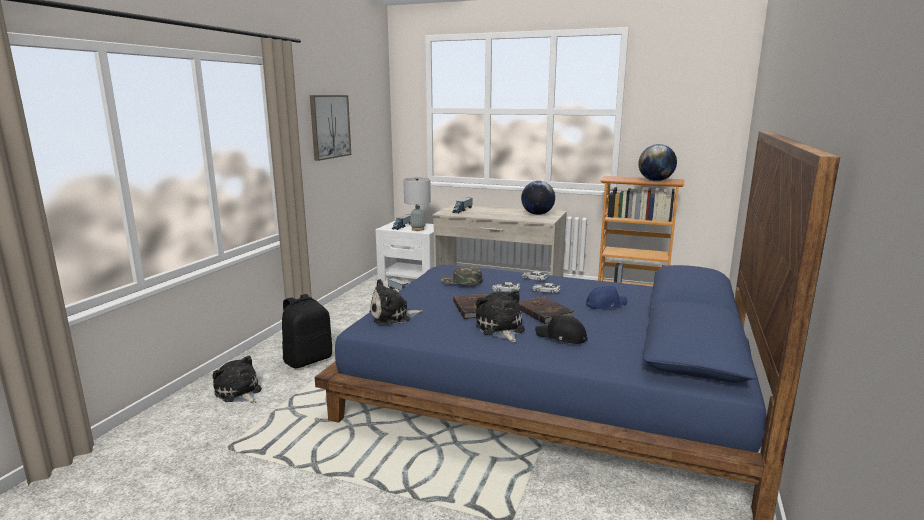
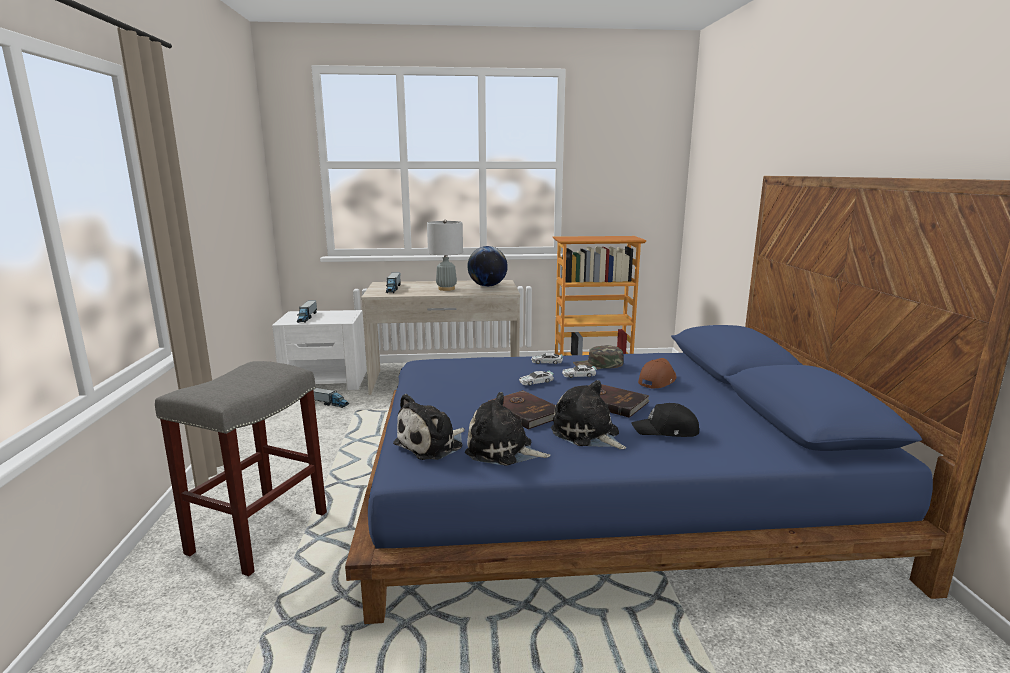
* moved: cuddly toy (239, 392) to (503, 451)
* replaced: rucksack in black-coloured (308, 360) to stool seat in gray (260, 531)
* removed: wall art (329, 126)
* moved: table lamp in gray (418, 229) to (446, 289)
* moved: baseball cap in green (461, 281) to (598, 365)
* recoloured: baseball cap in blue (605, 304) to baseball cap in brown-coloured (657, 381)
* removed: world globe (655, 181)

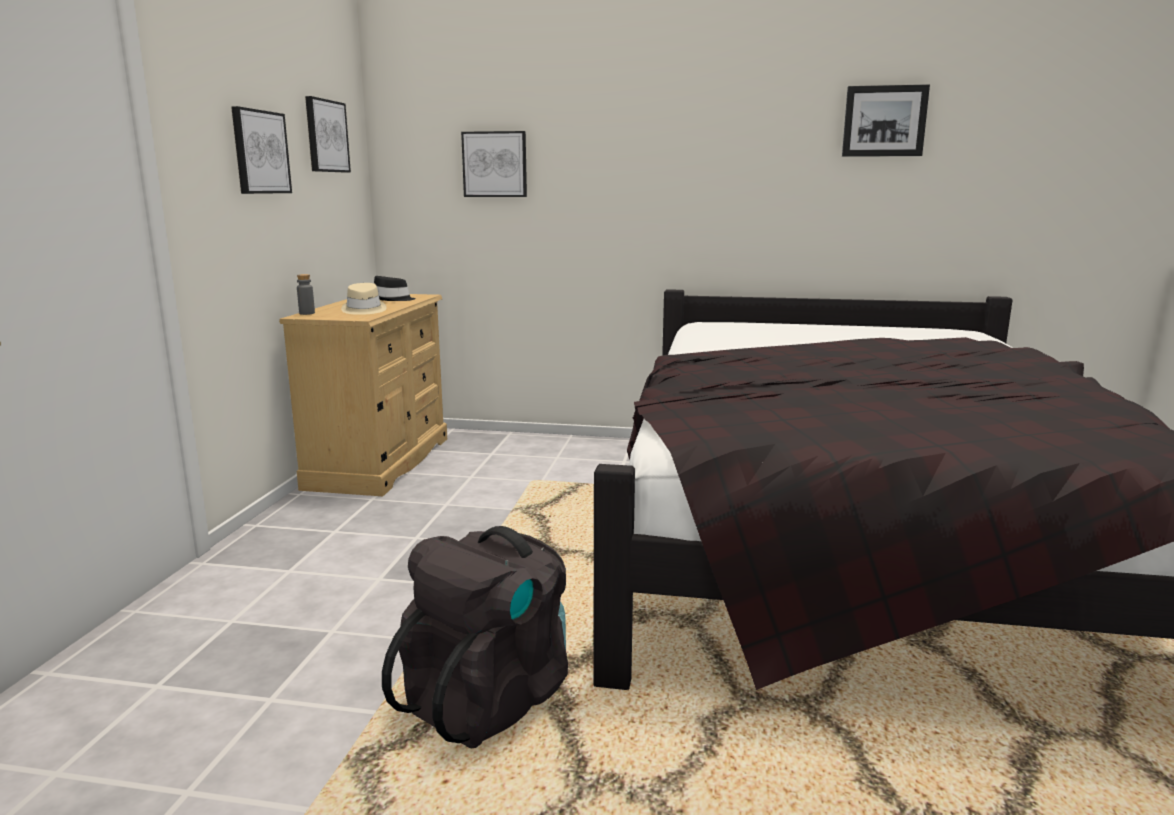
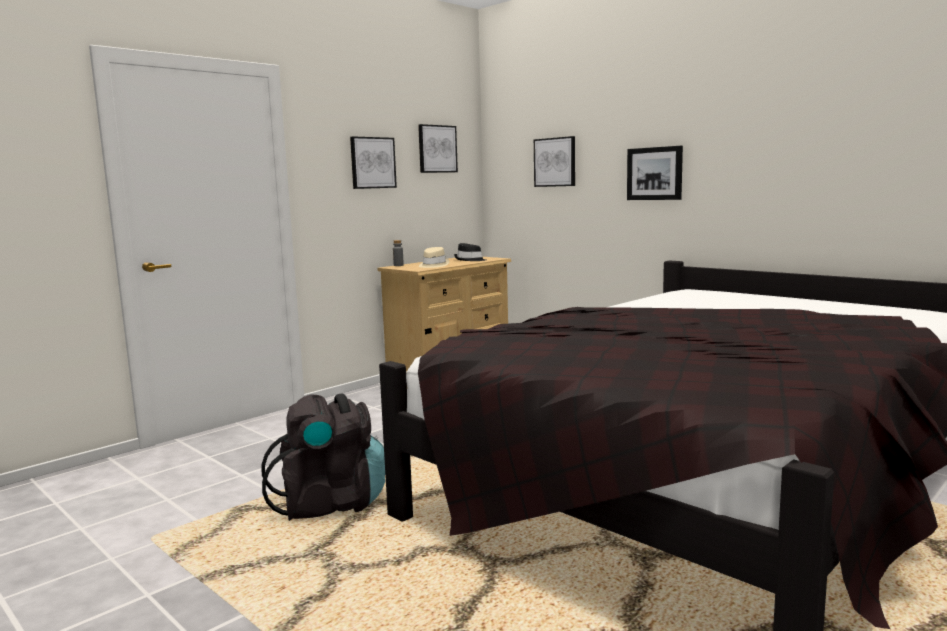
* moved: wall art (884, 121) to (655, 173)

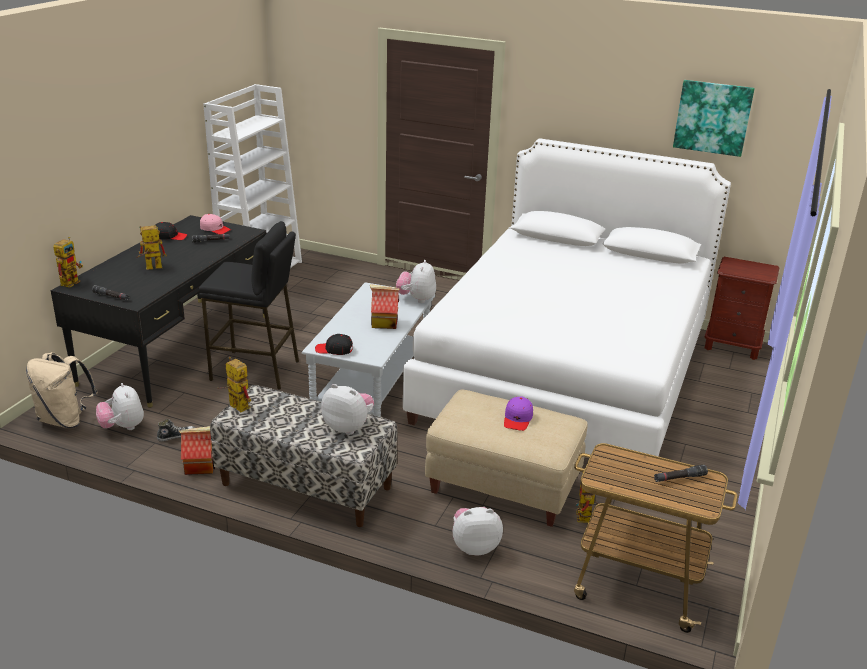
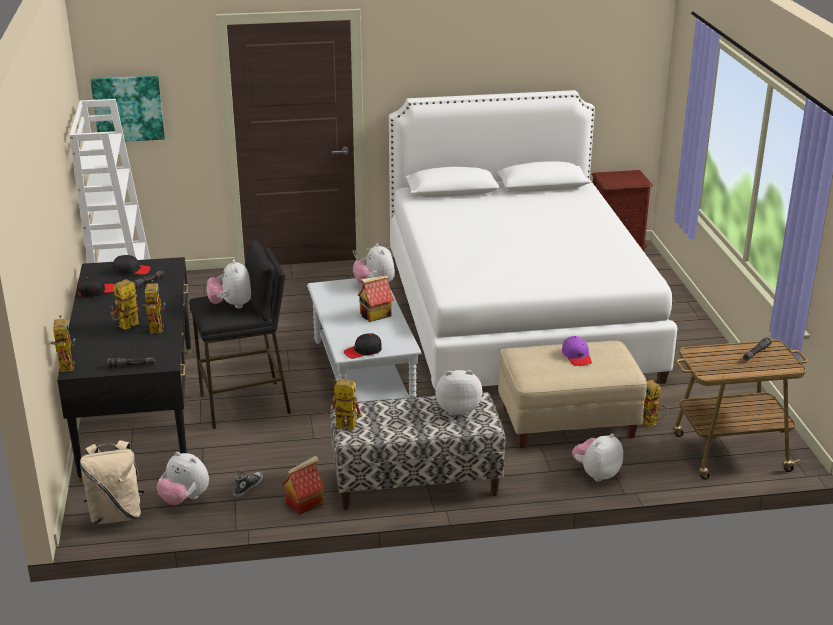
* recoloured: baseball cap in pink (215, 229) to baseball cap in black-coloured (131, 270)
* moved: wall art (713, 117) to (128, 108)
* added: model robot (155, 327)
* added: cuddly toy (231, 305)

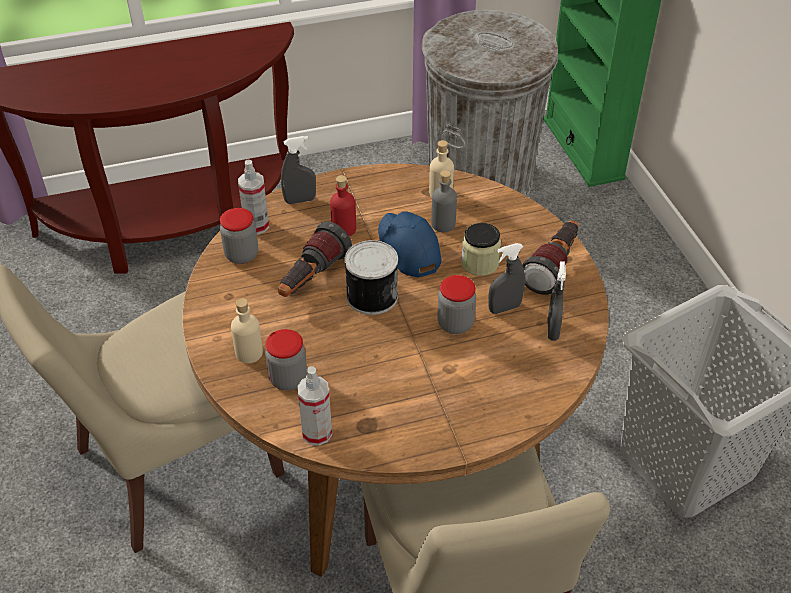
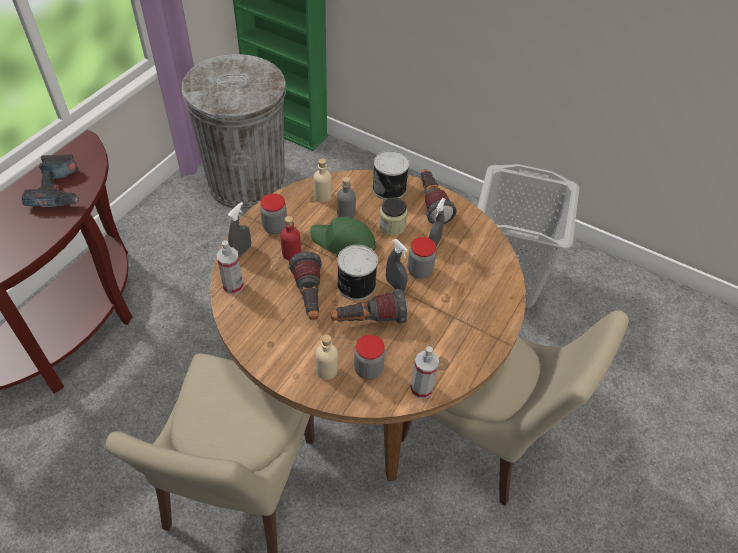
* moved: preserve jar (242, 255) to (275, 227)
* recoloured: baseball cap in blue (407, 249) to baseball cap in green (343, 243)
* moved: sprayer in gray (552, 330) to (395, 285)
* added: electric drill (59, 190)
* added: hand torch (368, 320)
* added: sealed can (390, 188)

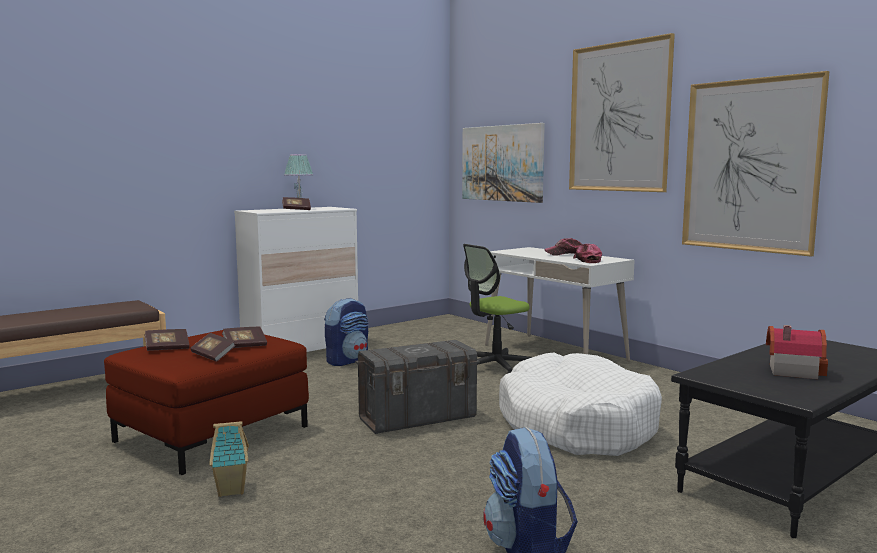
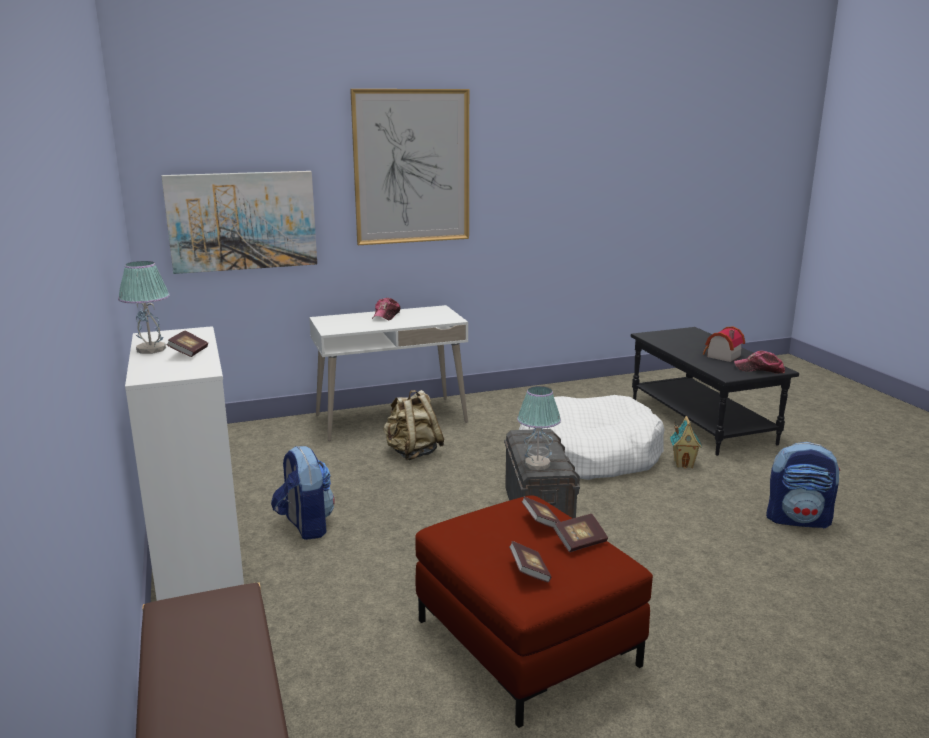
* moved: toy house (232, 490) to (683, 464)
* replaced: desk chair (495, 367) to rucksack in beige (412, 453)
* moved: baseball cap (586, 260) to (759, 369)
* removed: wall art (750, 165)
* added: table lamp (537, 464)

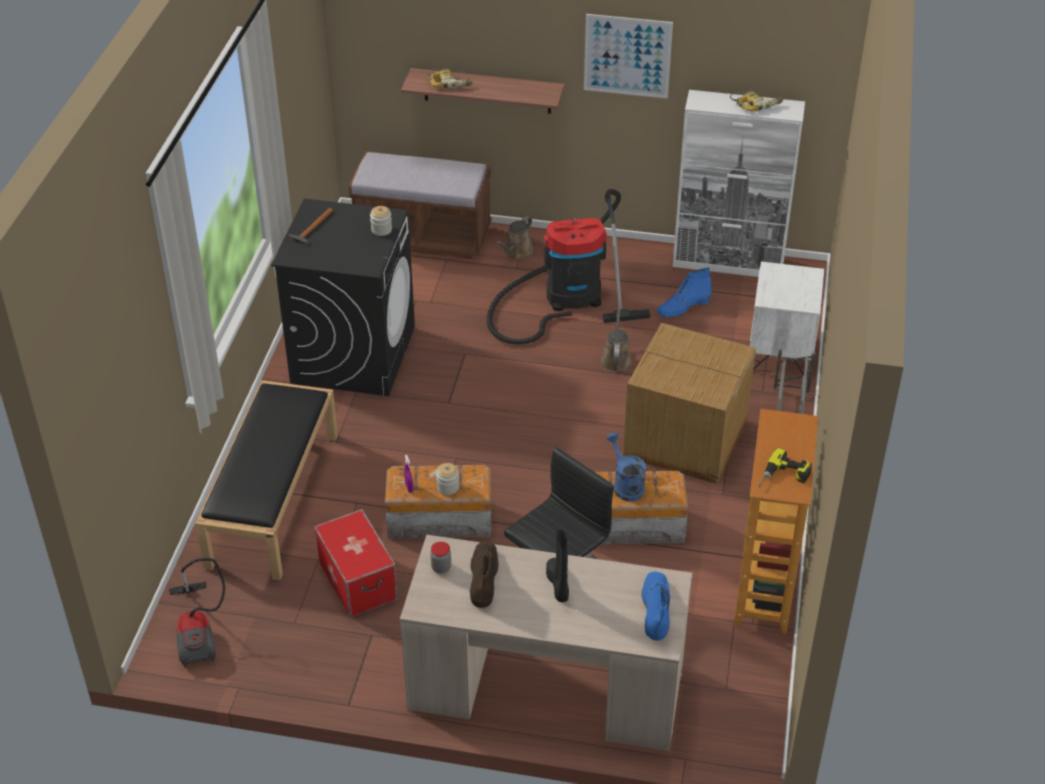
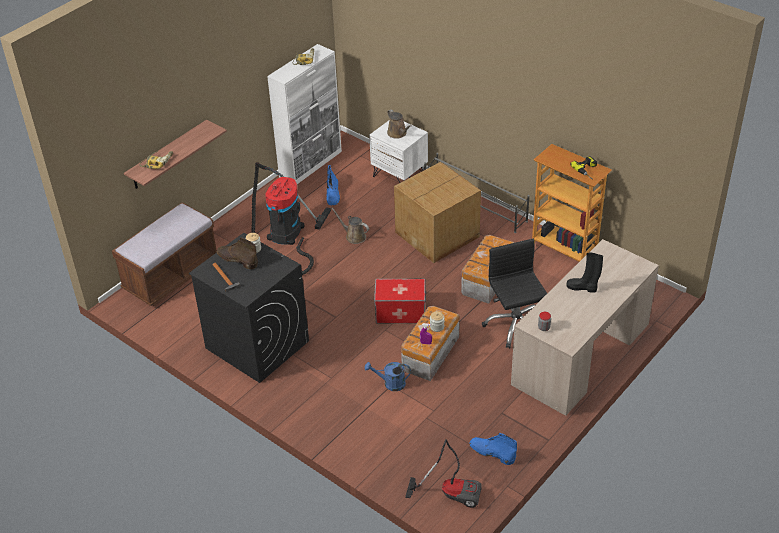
* removed: long seat in black-coloured (273, 498)
* moved: storage container (357, 580) to (400, 312)
* moved: tall boot in brown-coloured (483, 577) to (237, 259)
* moved: watering can in brown-coloured (517, 252) to (398, 133)
* removed: wall art (627, 56)
* moved: watering can in blue (625, 485) to (390, 383)
* moved: tall boot in blue (656, 608) to (491, 453)

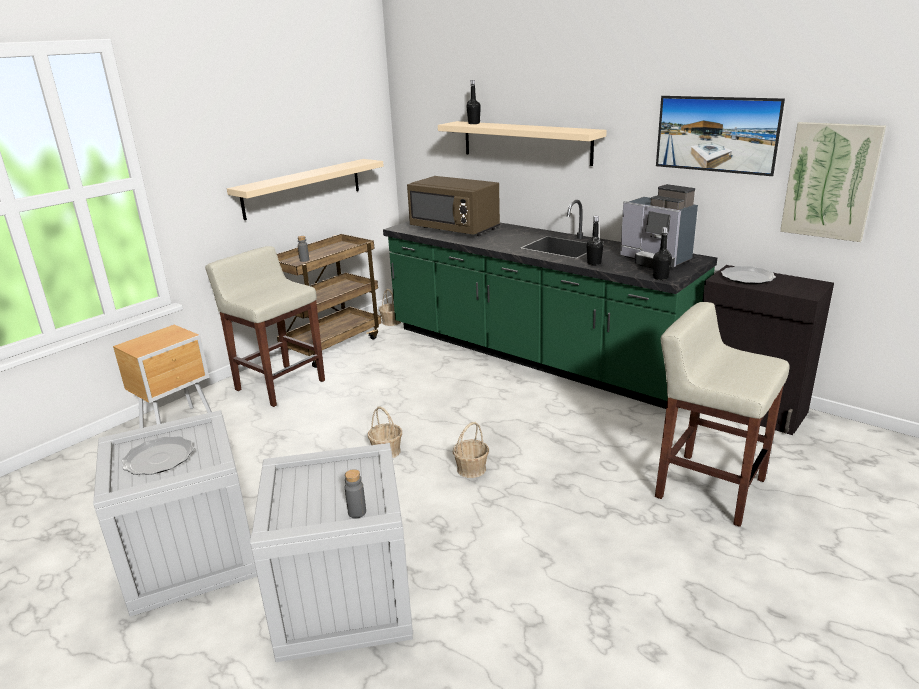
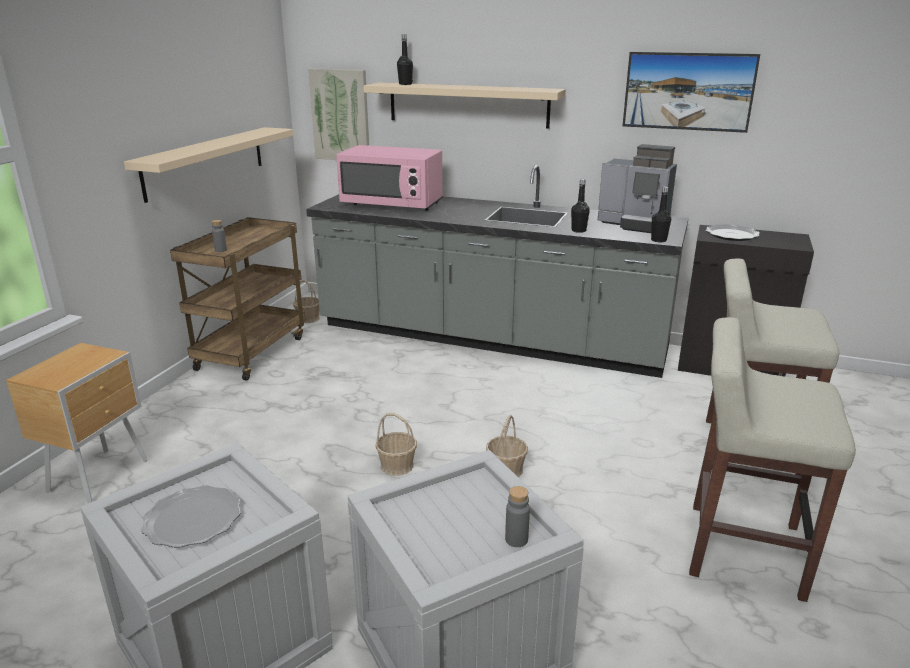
* moved: stool seat in beige (279, 385) to (742, 549)
* recoloured: kitchen base unit in green (533, 355) to kitchen base unit in gray (490, 338)
* recoloured: microwave in brown-coloured (455, 229) to microwave in pink (392, 204)
* moved: wall art (830, 181) to (340, 115)

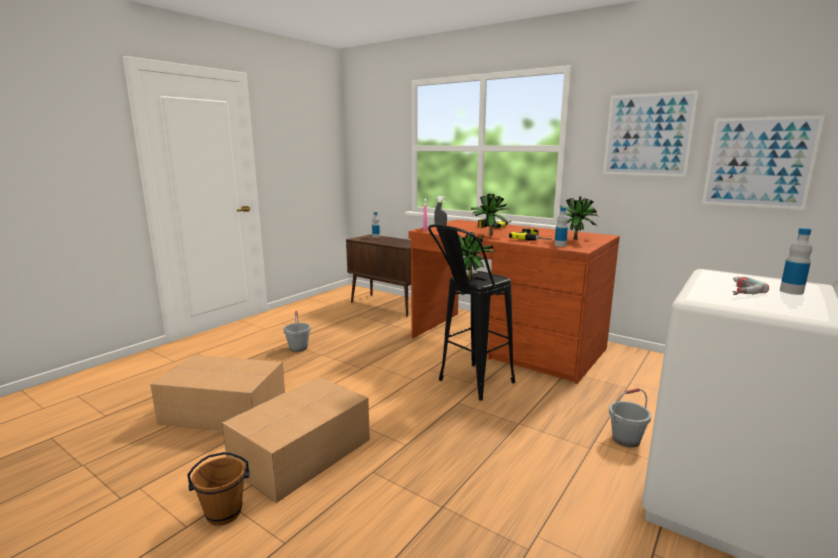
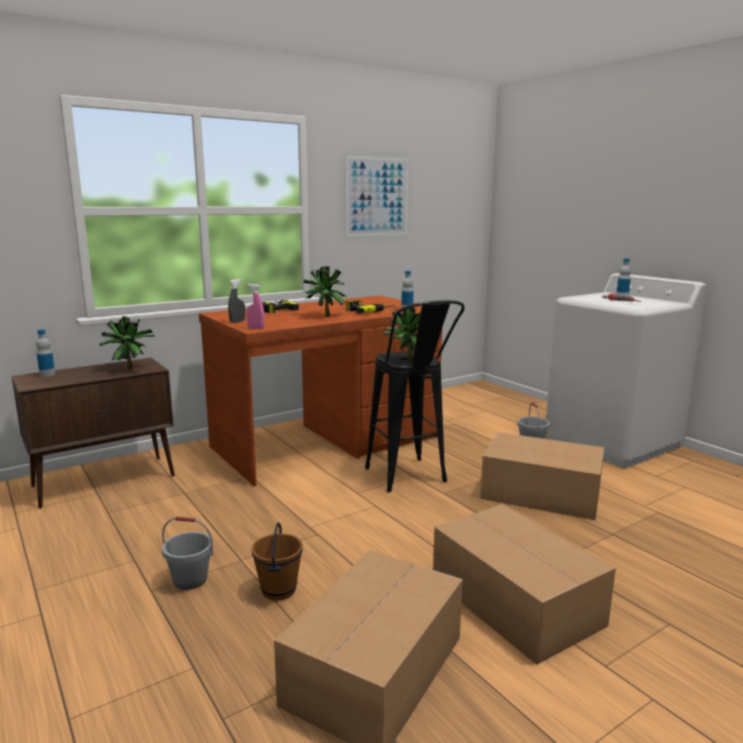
* moved: bucket in brown-coloured (224, 513) to (278, 590)
* moved: potted plant (575, 239) to (128, 369)
* removed: wall art (758, 162)
* added: cardboard box (542, 494)

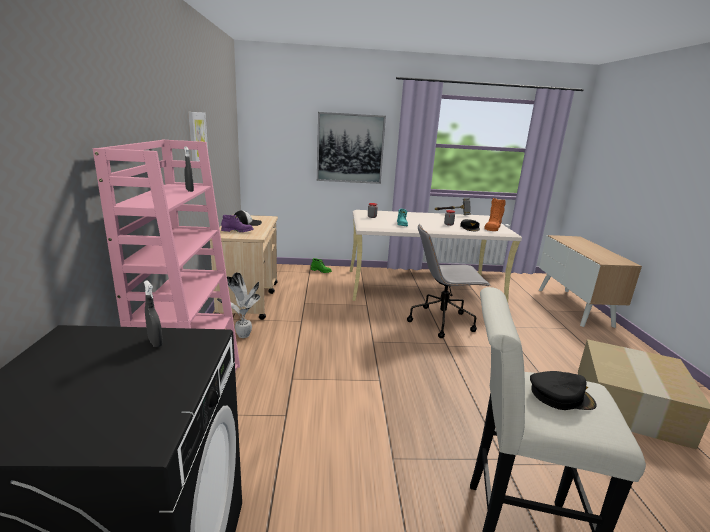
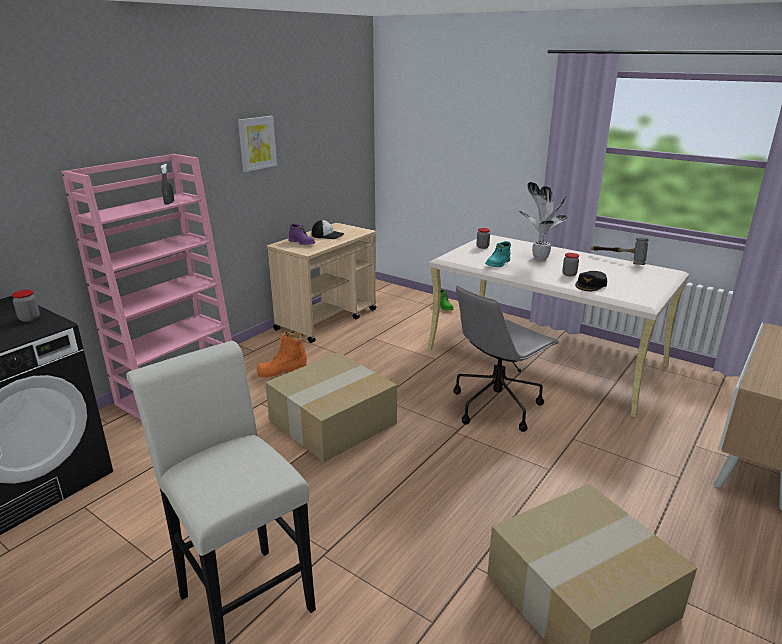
* replaced: sprayer in gray (155, 342) to preserve jar (29, 318)
* moved: potted plant (242, 336) to (539, 258)
* removed: wall art (350, 148)
* turned: desk chair in gray (442, 321) = (497, 405) 75 degrees counterclockwise
* moved: tall boot in orangey (492, 227) to (282, 370)
* removed: baseball cap in black-coloured (560, 396)
* added: cardboard box (332, 423)

